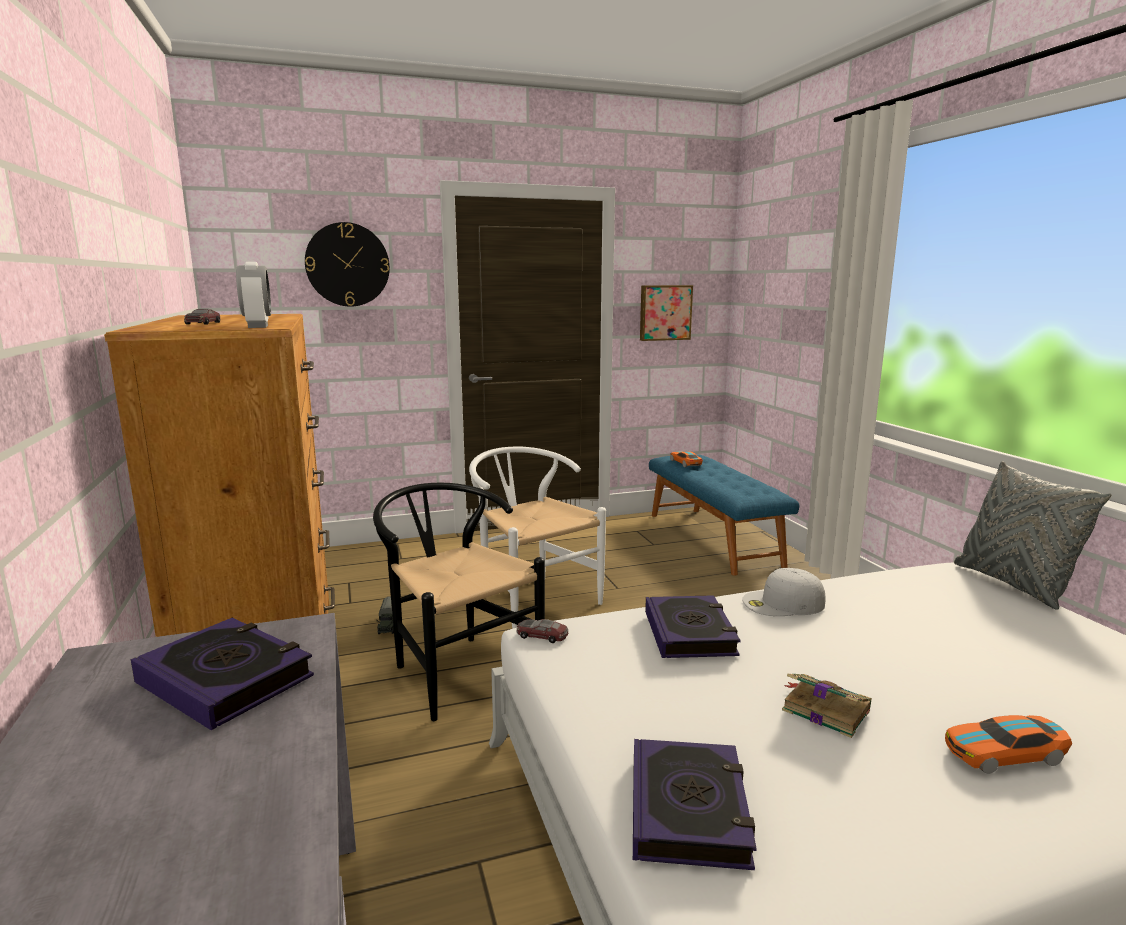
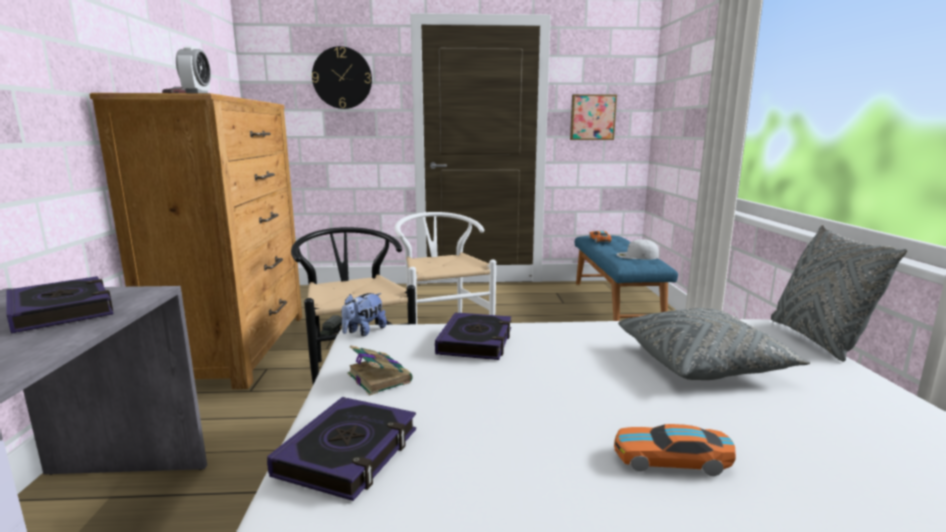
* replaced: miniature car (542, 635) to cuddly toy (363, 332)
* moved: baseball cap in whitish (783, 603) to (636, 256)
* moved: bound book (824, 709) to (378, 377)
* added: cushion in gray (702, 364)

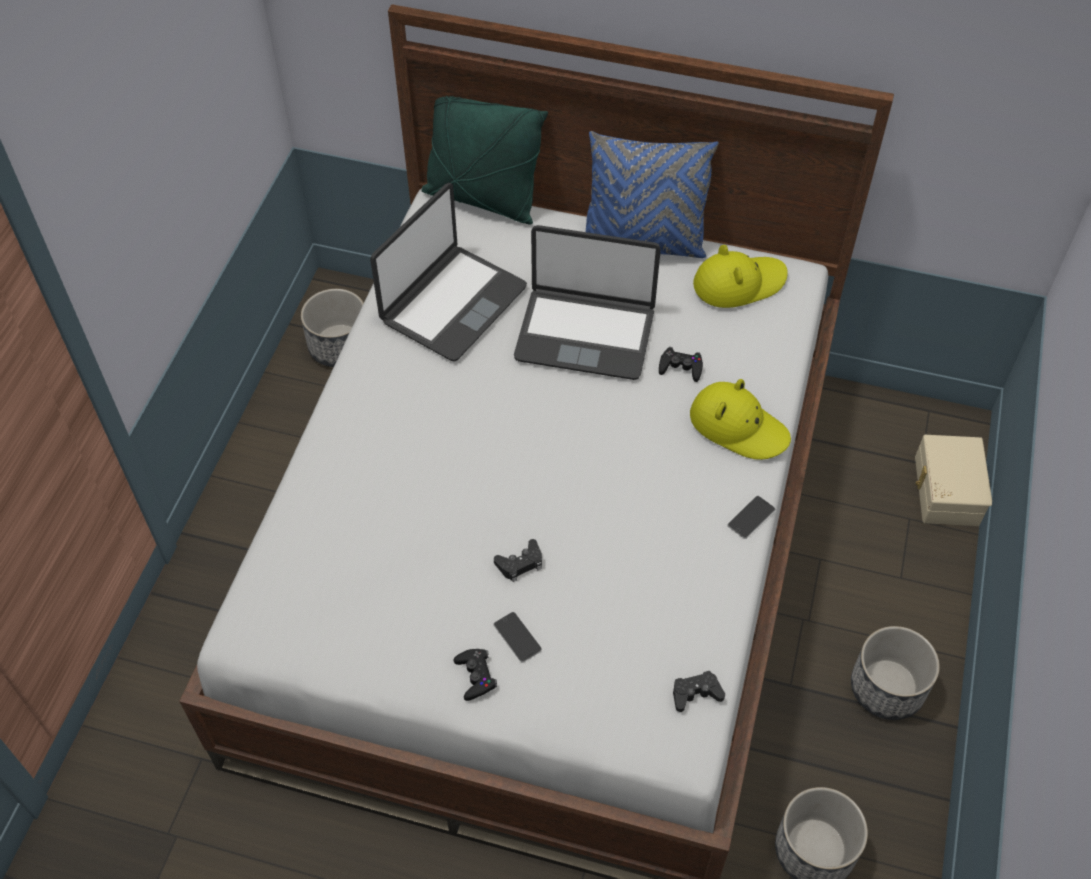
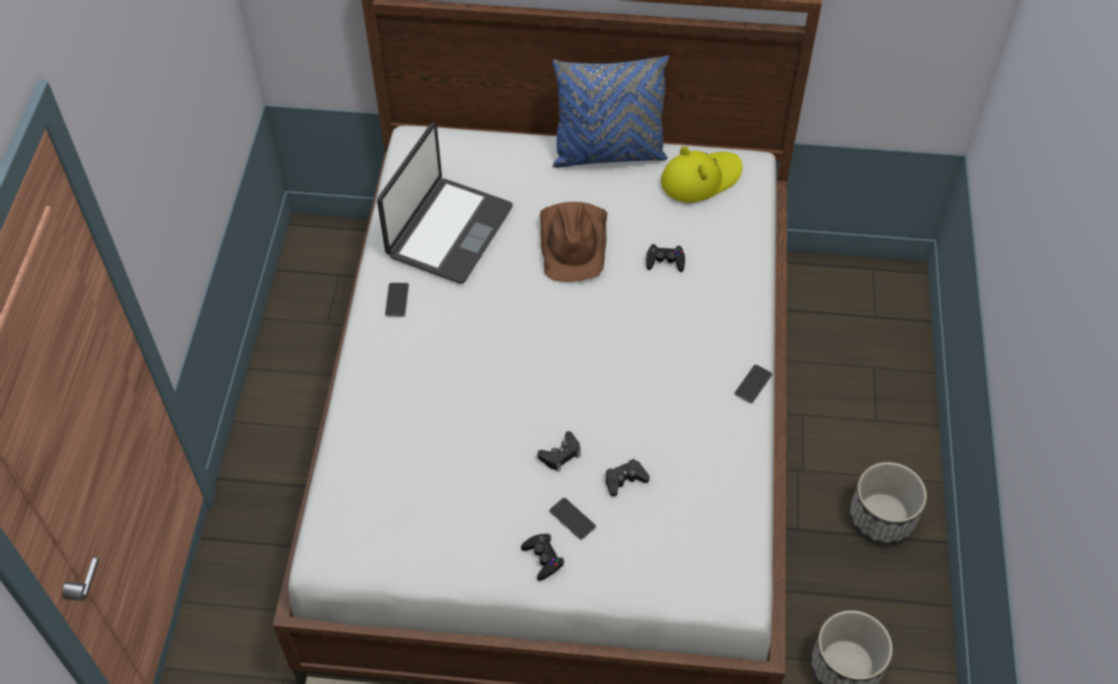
* removed: planter (340, 346)
* removed: cushion in green (482, 199)
* replaced: laptop (585, 333) to wearable hat in brown-coloured (574, 242)
* moved: joypad in black-coloured (695, 693) to (625, 480)
* removed: wearable hat in yellow (738, 426)
* removed: storage container in beige (945, 490)
* added: telephone (397, 300)

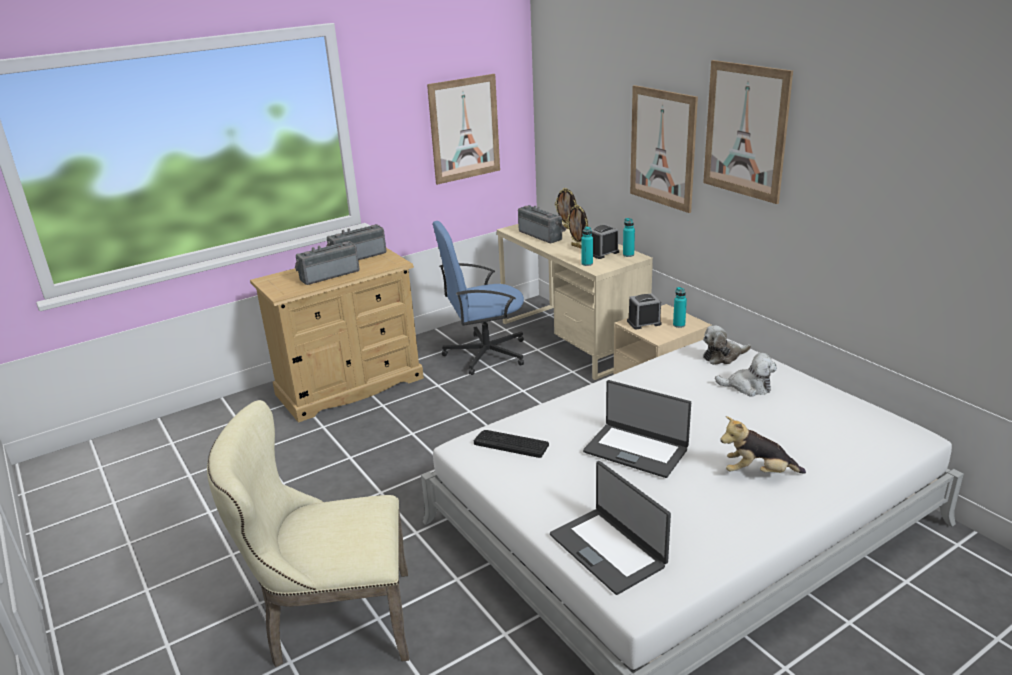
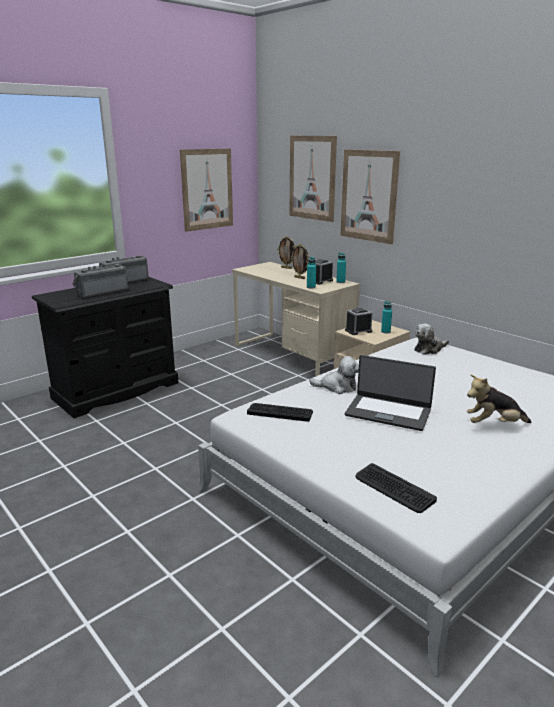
* removed: plain chair in beige (333, 622)
* recoloured: chest of drawers in beige (350, 386) to chest of drawers in black-coloured (116, 390)
* removed: desk chair in blue (484, 354)
* removed: radio set (542, 235)
* replaced: laptop (608, 550) to keyboard (394, 488)
* moved: wall art (745, 131) to (312, 178)
* moved: cuddly toy (748, 387) to (337, 387)

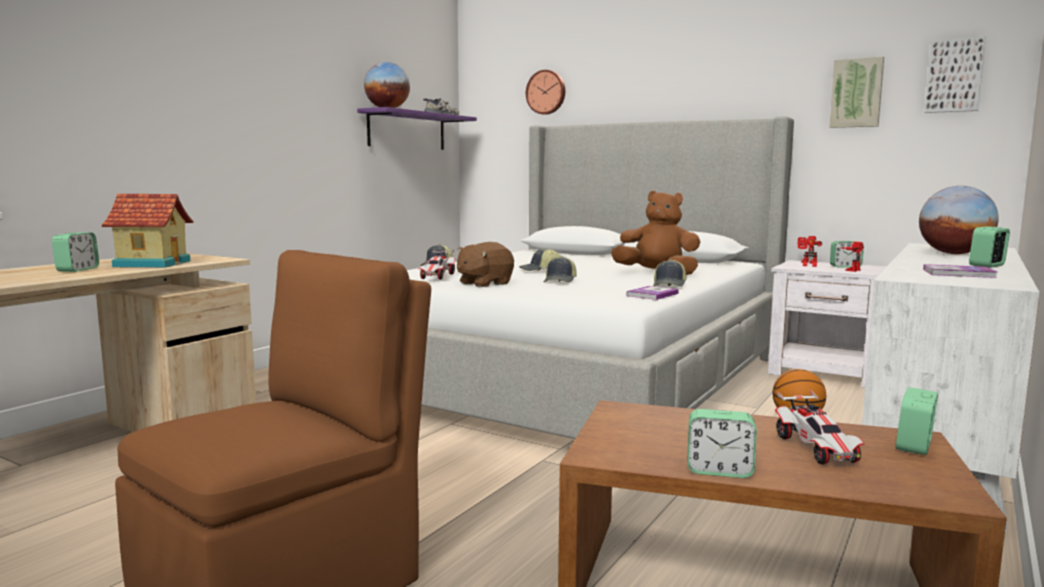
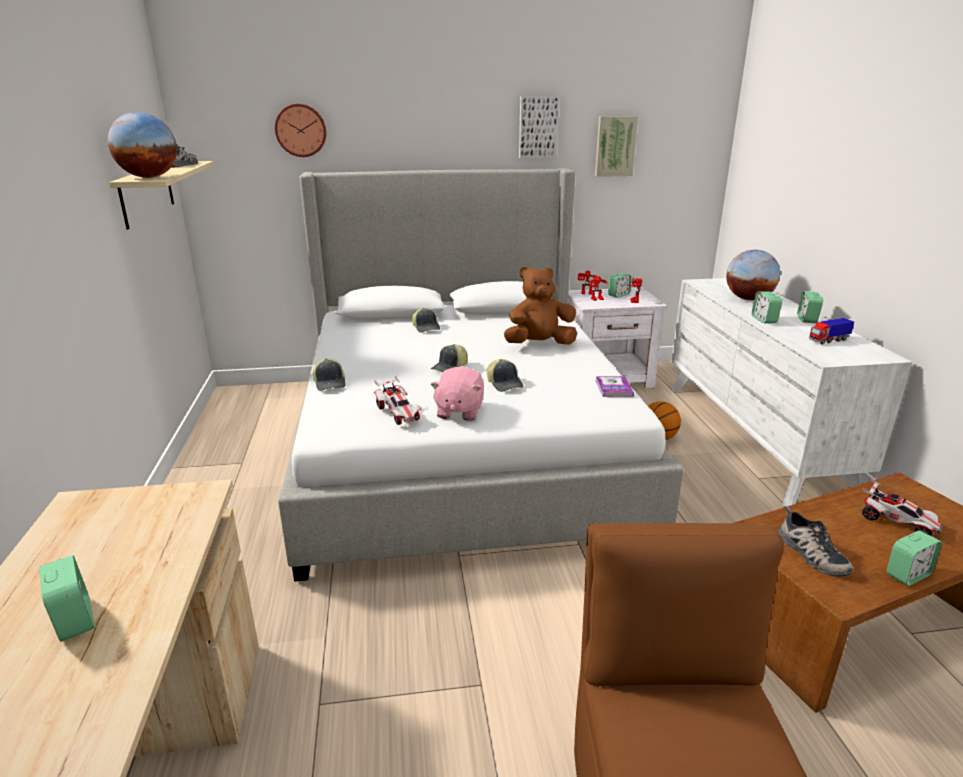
* removed: toy house (153, 263)
* recoloured: bracket shelf in purple (407, 131) to bracket shelf in beige (147, 193)
* recoloured: cuddly toy in brown-coloured (484, 284) to cuddly toy in pink (459, 411)
* moved: baseball cap (670, 285) to (426, 328)
* moved: table clock (914, 446) to (764, 320)
* replaced: bound book (958, 273) to model truck (828, 340)
* moved: wall art (954, 76) to (538, 127)
* added: shoe (809, 553)

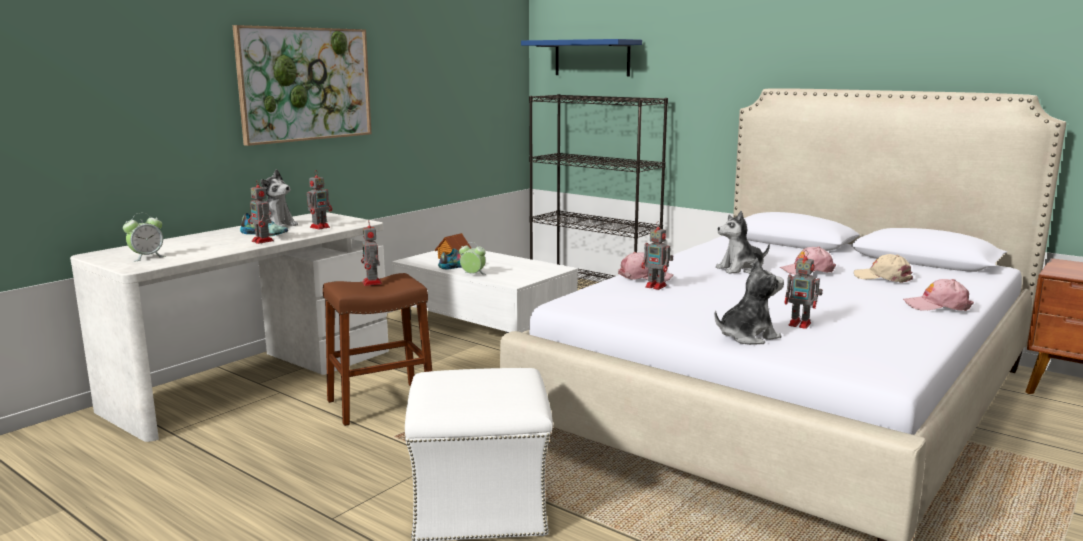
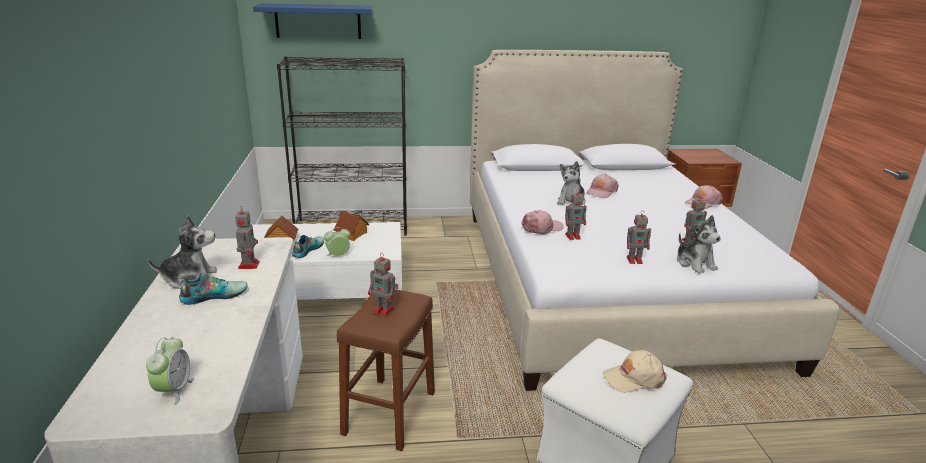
* removed: wall art (305, 84)
* moved: model robot (263, 241) to (635, 260)
* turned: cuddly toy (747, 336) = (695, 263) 135 degrees clockwise
* moved: baseball cap in beige (883, 277) to (634, 378)
* added: toy house (352, 234)

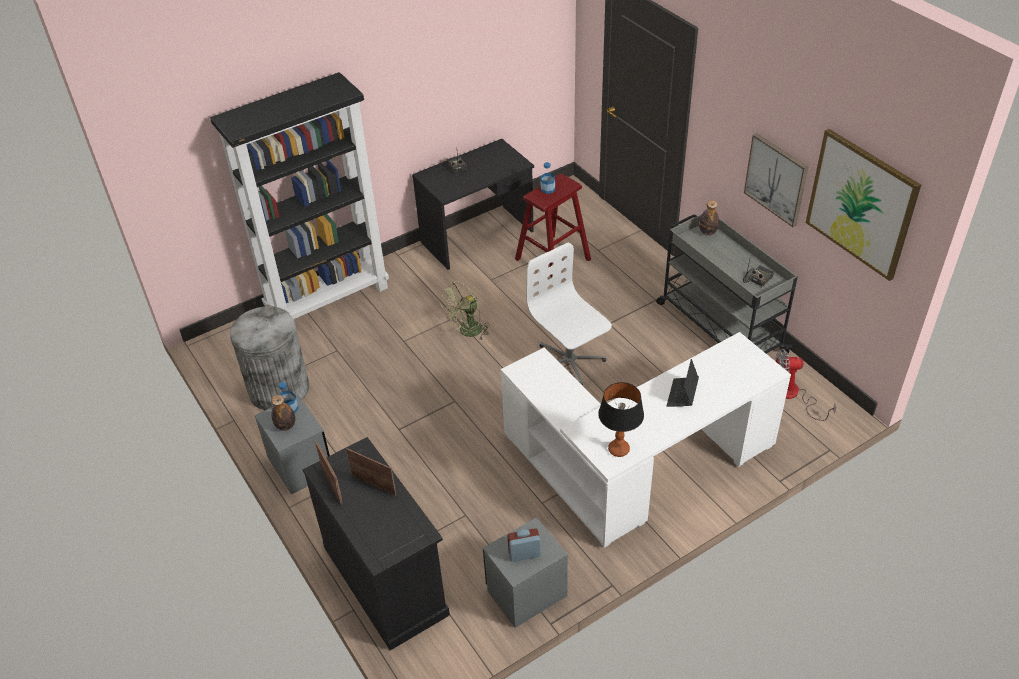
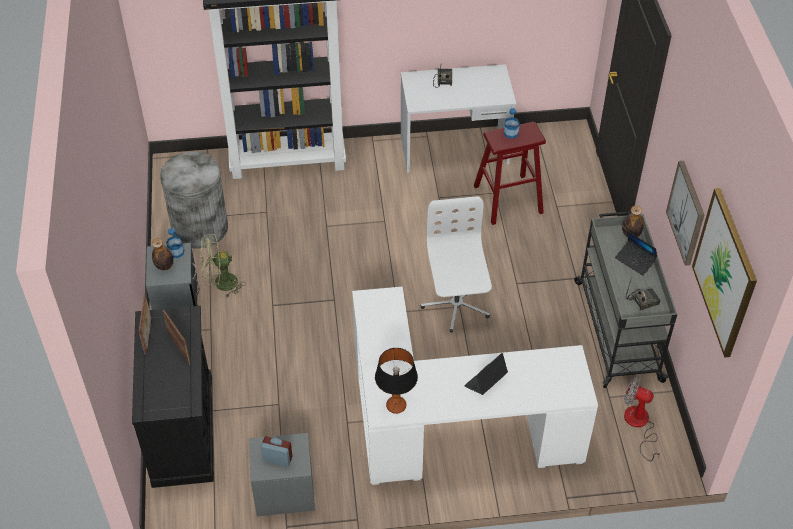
* recoloured: desk unit in black-coloured (478, 237) to desk unit in whitish (454, 150)
* moved: fan in green (467, 332) to (220, 284)
* added: laptop (635, 261)

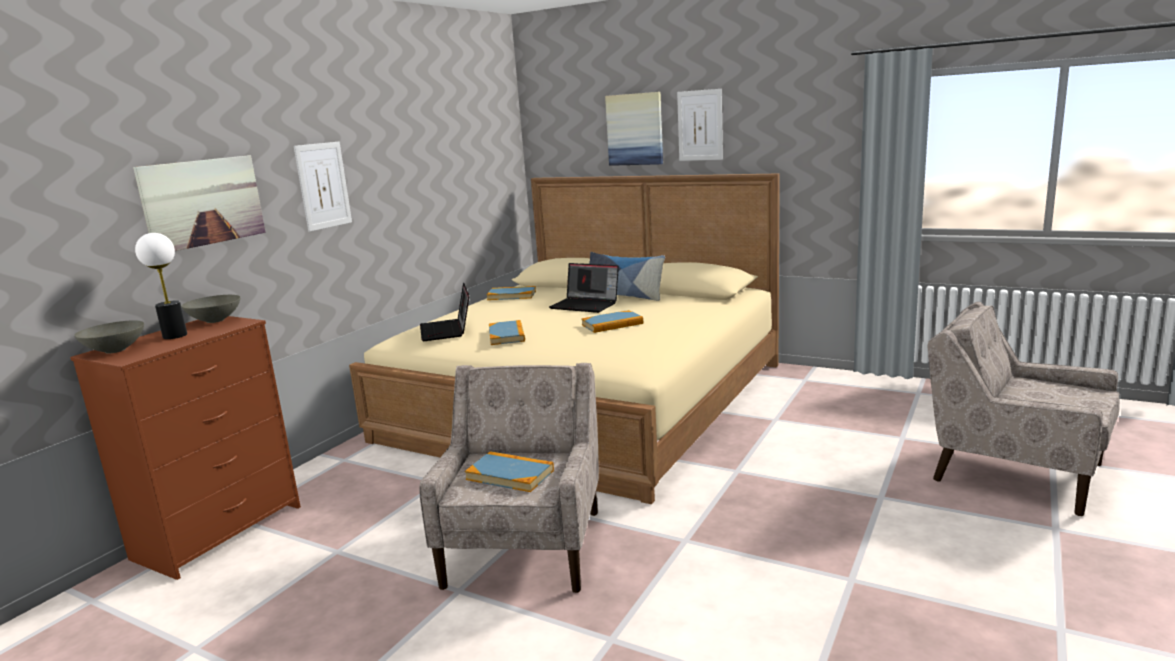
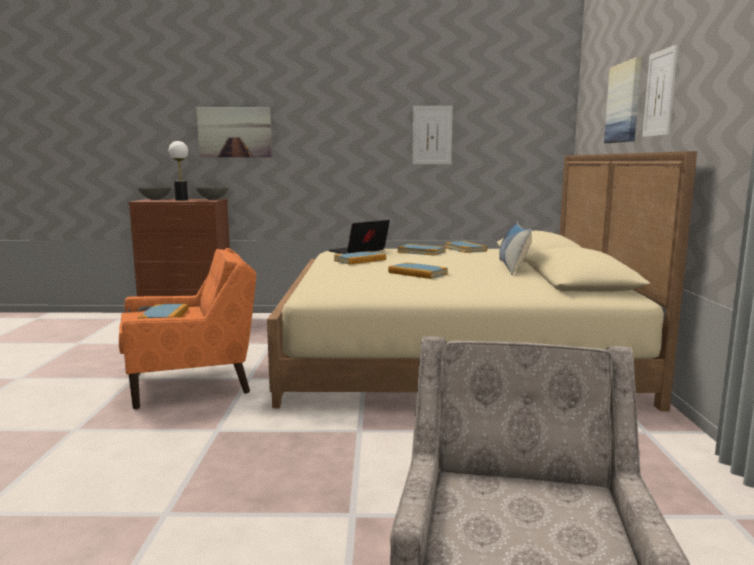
* moved: wall art (323, 185) to (432, 135)
* recoloured: lounge chair in beige (525, 546) to lounge chair in orangey (192, 383)
* removed: laptop (586, 305)
* added: bound book (421, 252)

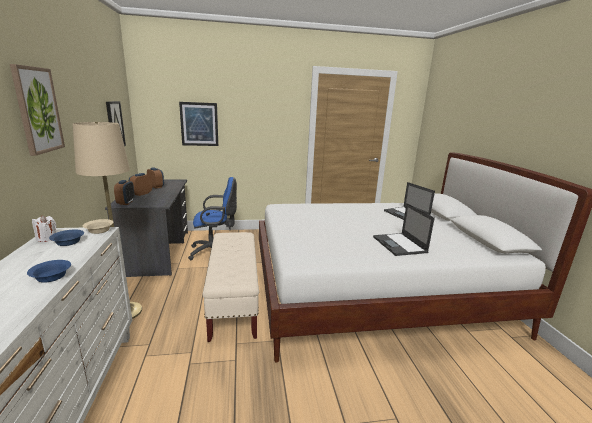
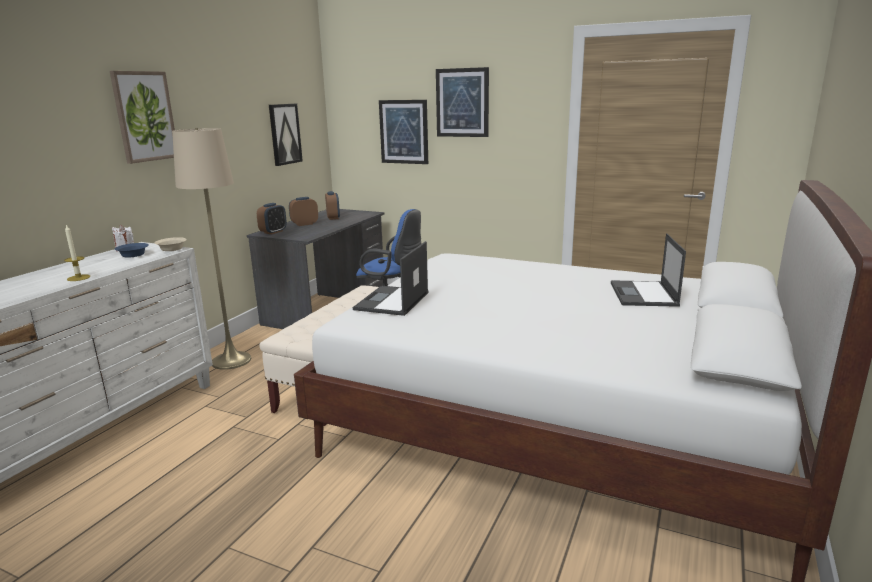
* replaced: bowl in blue (52, 276) to candle (78, 278)
* moved: laptop (400, 245) to (392, 301)
* added: wall art (462, 103)

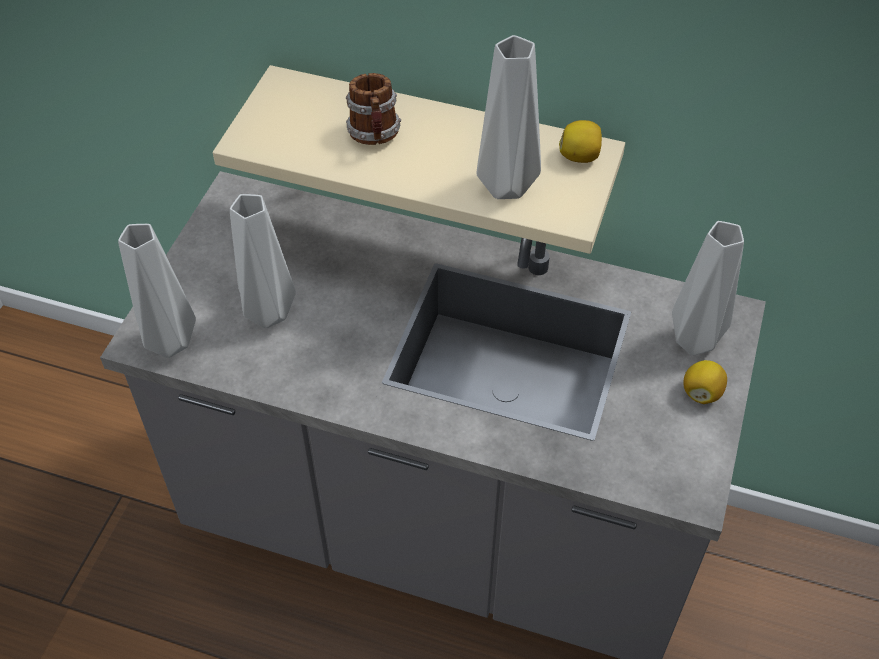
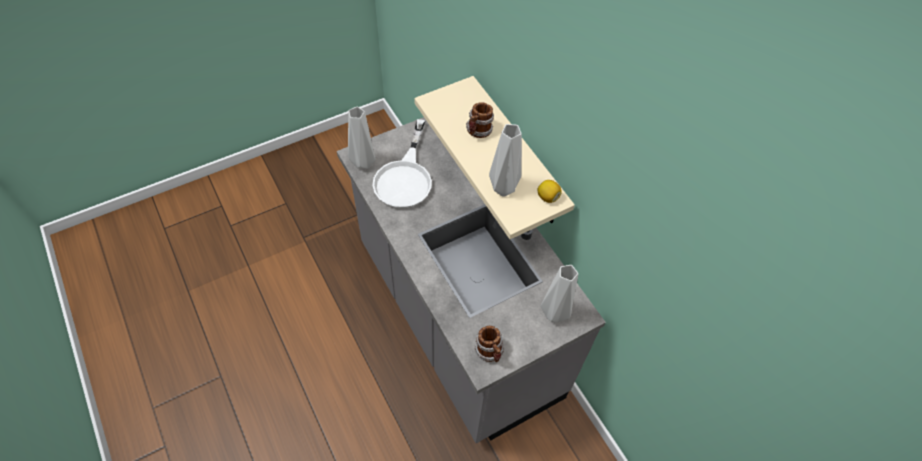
* replaced: flower vase in gray (266, 315) to skillet in whitish (405, 177)
* removed: citrus fruit (701, 392)
* added: coffee mug (490, 352)

